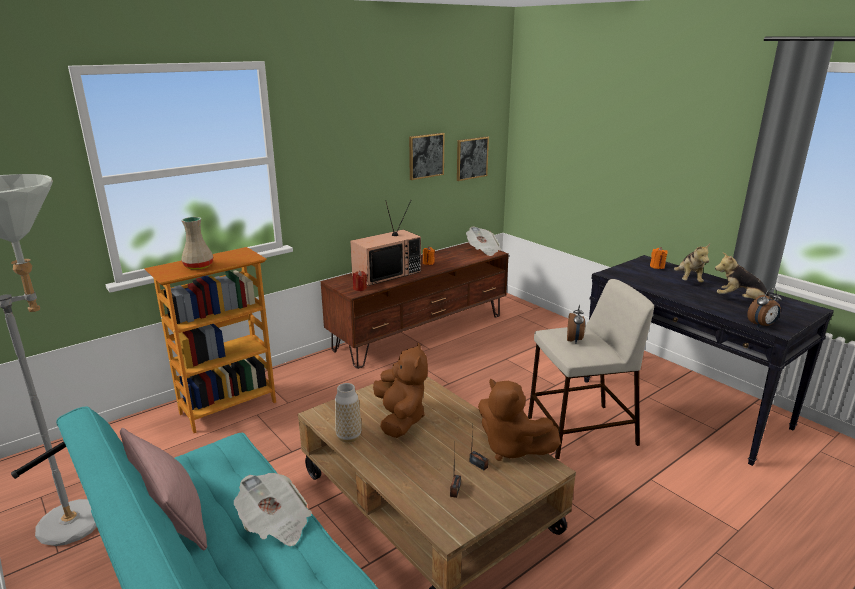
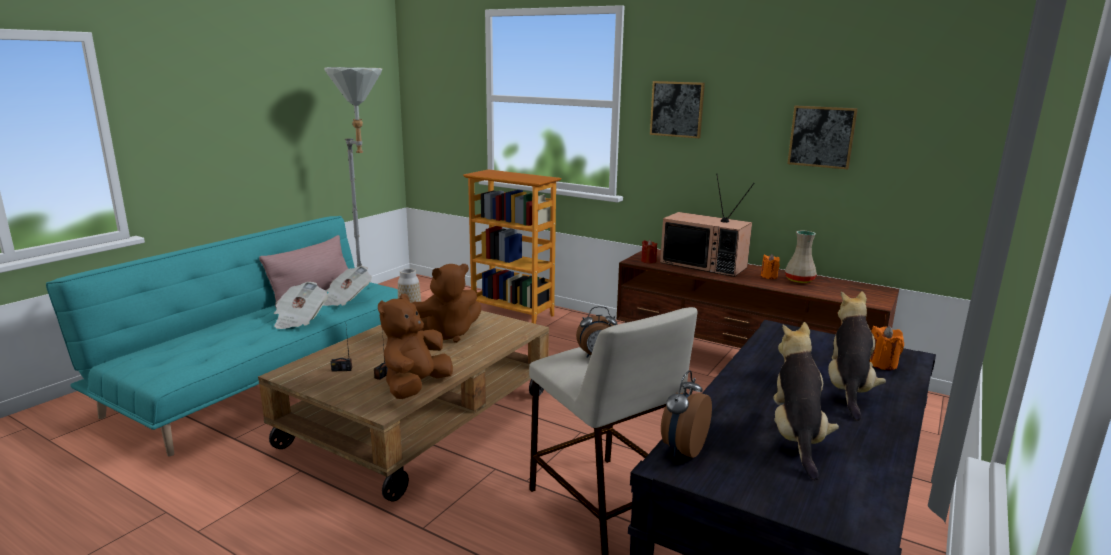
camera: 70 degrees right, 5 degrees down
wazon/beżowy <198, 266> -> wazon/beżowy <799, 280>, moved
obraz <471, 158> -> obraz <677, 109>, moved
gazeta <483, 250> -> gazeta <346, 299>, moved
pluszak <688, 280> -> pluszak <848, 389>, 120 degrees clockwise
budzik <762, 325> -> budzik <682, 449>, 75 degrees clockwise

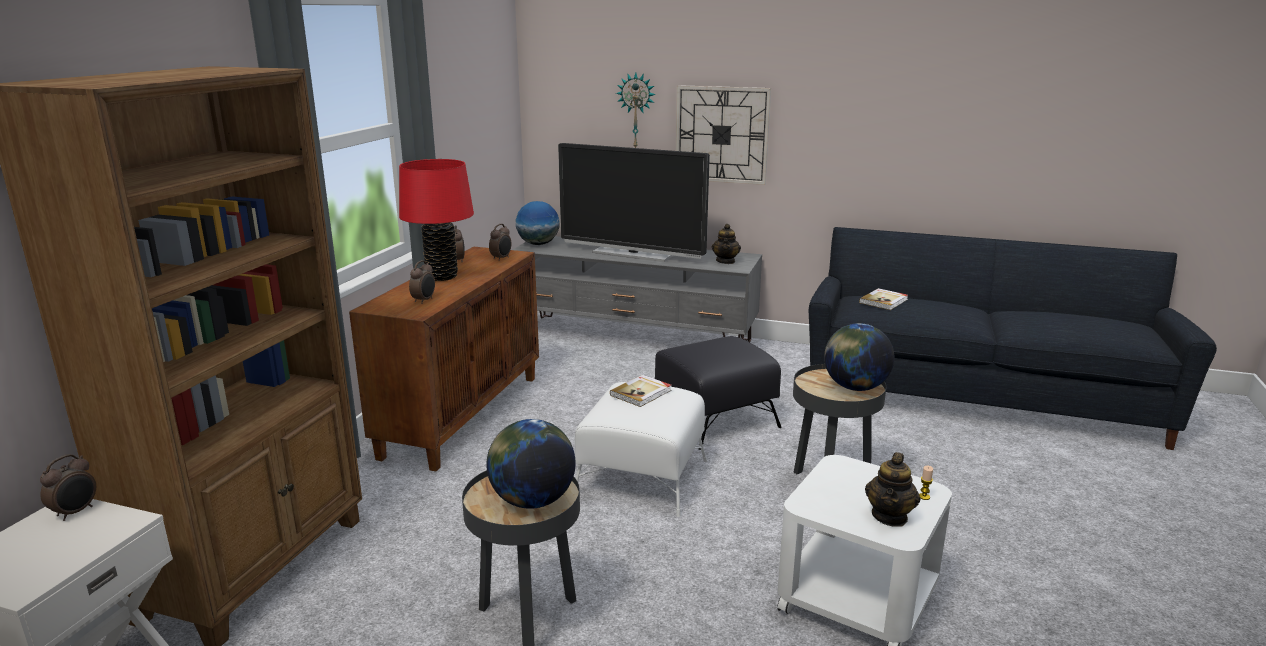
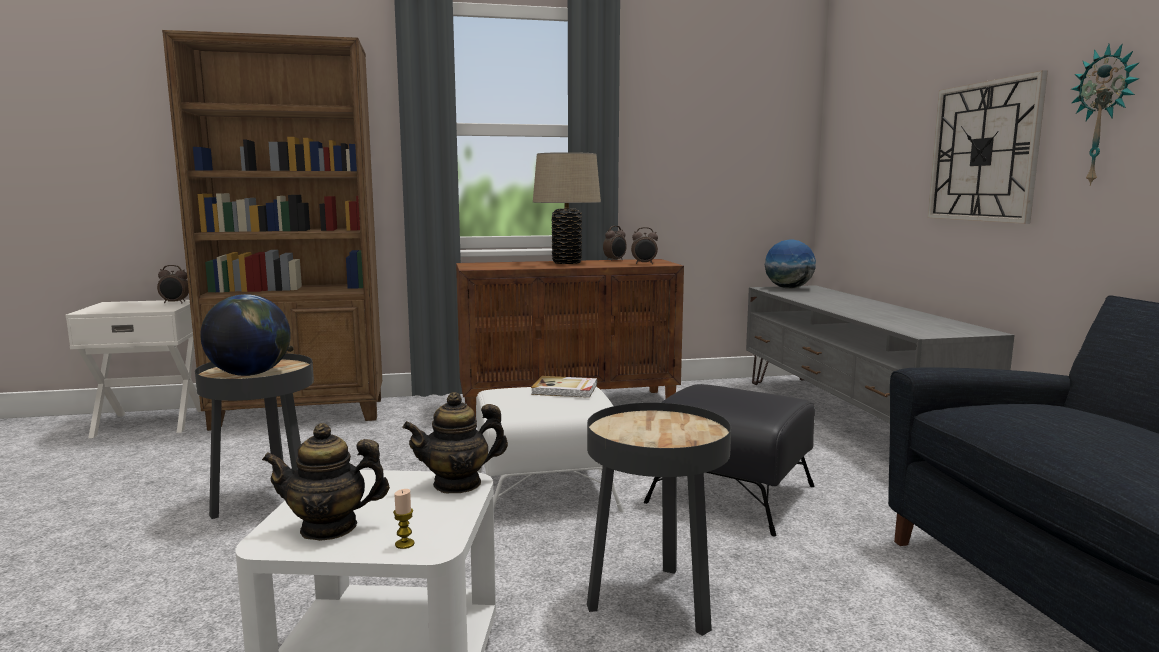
camera: 60 degrees right, 10 degrees down
budzik <424, 300> -> none
telewizor <633, 254> -> none
globus <855, 387> -> none
książka <884, 301> -> none
zegar ścienny <636, 110> -> zegar ścienny <1104, 116>, moved
imbryk <726, 261> -> imbryk <457, 484>, moved
lampa stołowa/czerwony <442, 276> -> lampa stołowa/beżowy <567, 262>

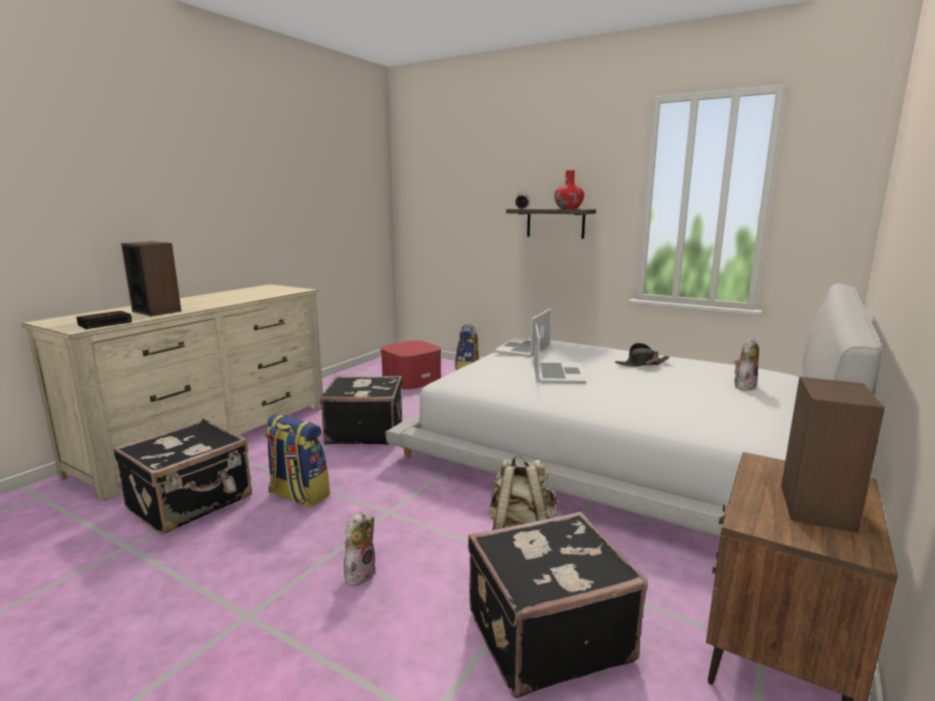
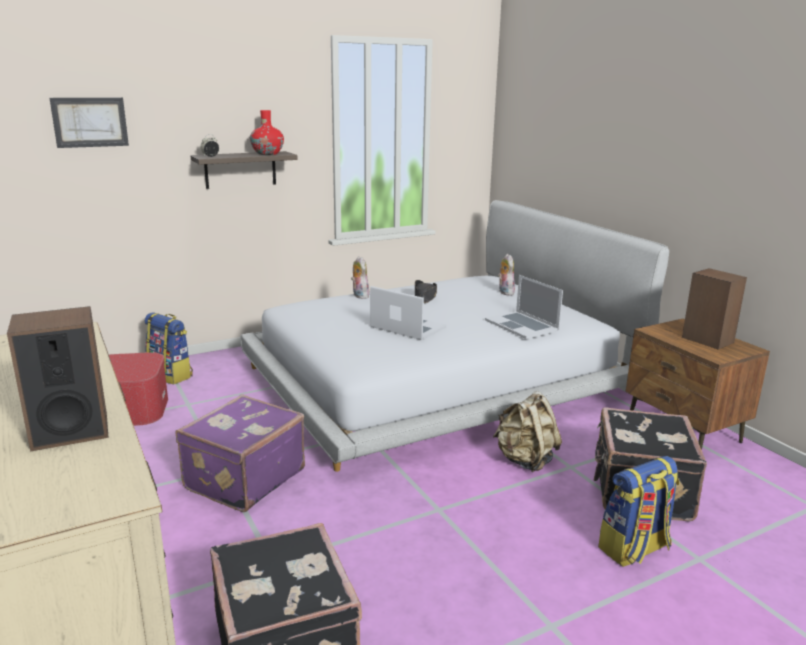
camera: 60 degrees left, 5 degrees up
budzik <106, 323> -> none
none -> obraz <90, 122>
plecak <298, 495> -> plecak <634, 549>, moved
pluszak <359, 573> -> pluszak <359, 296>, moved
laptop <523, 348> -> laptop <522, 325>, moved
walizka/czarny <365, 432> -> walizka/fioletowy <243, 478>

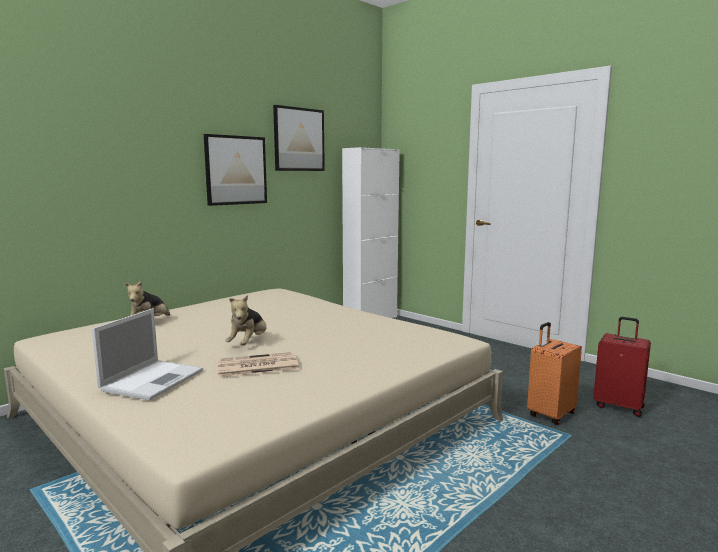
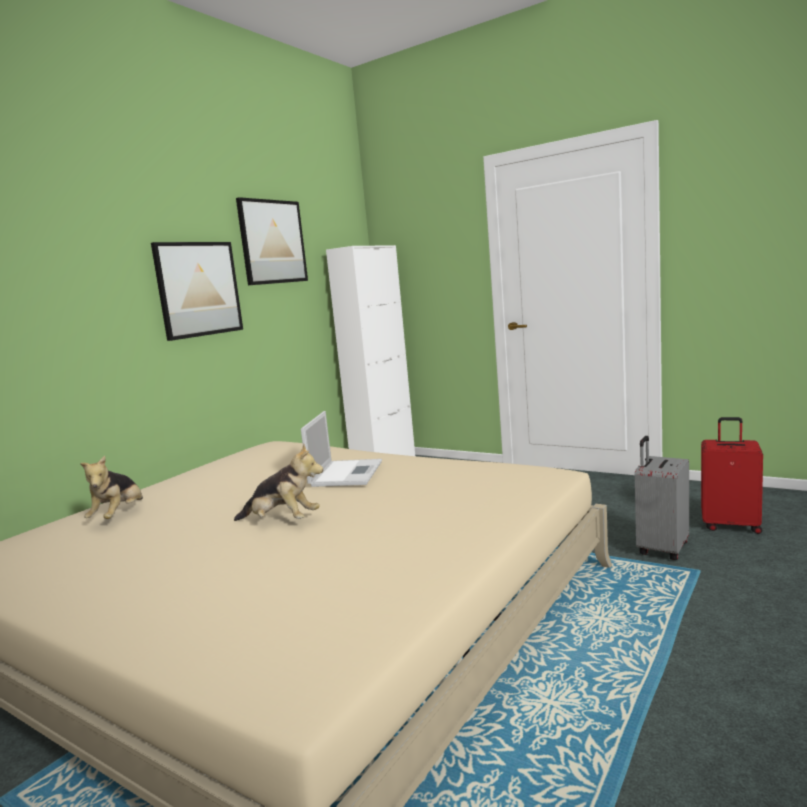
camera: 10 degrees left, 0 degrees up
gazeta <256, 366> -> none
laptop <154, 379> -> laptop <346, 473>, moved
walizka/pomarańczowy <550, 414> -> walizka/szary <661, 549>
pluszak <248, 343> -> pluszak <282, 521>, 75 degrees counterclockwise

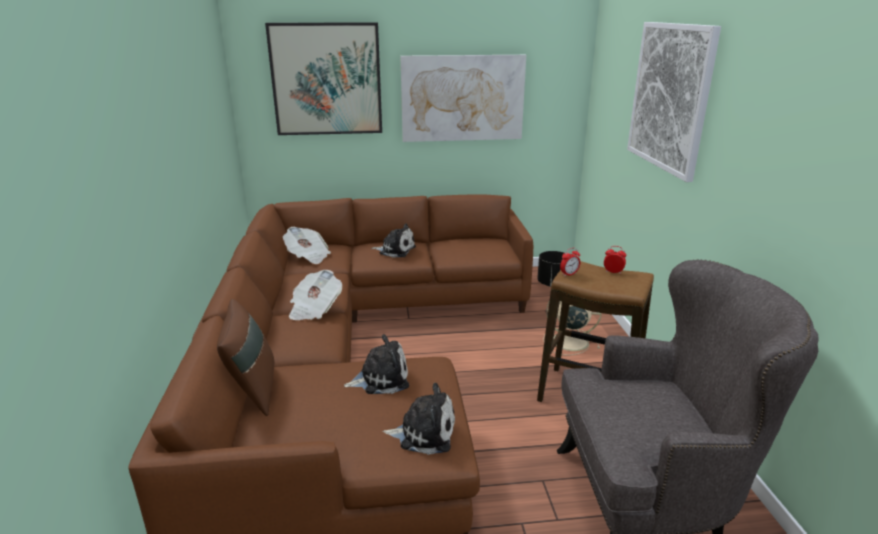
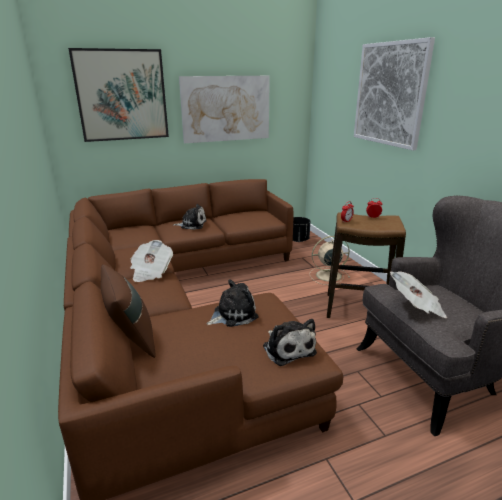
camera: 15 degrees left, 0 degrees up
gazeta <308, 256> -> gazeta <416, 307>, moved
pluszak <423, 433> -> pluszak <287, 348>, 75 degrees clockwise

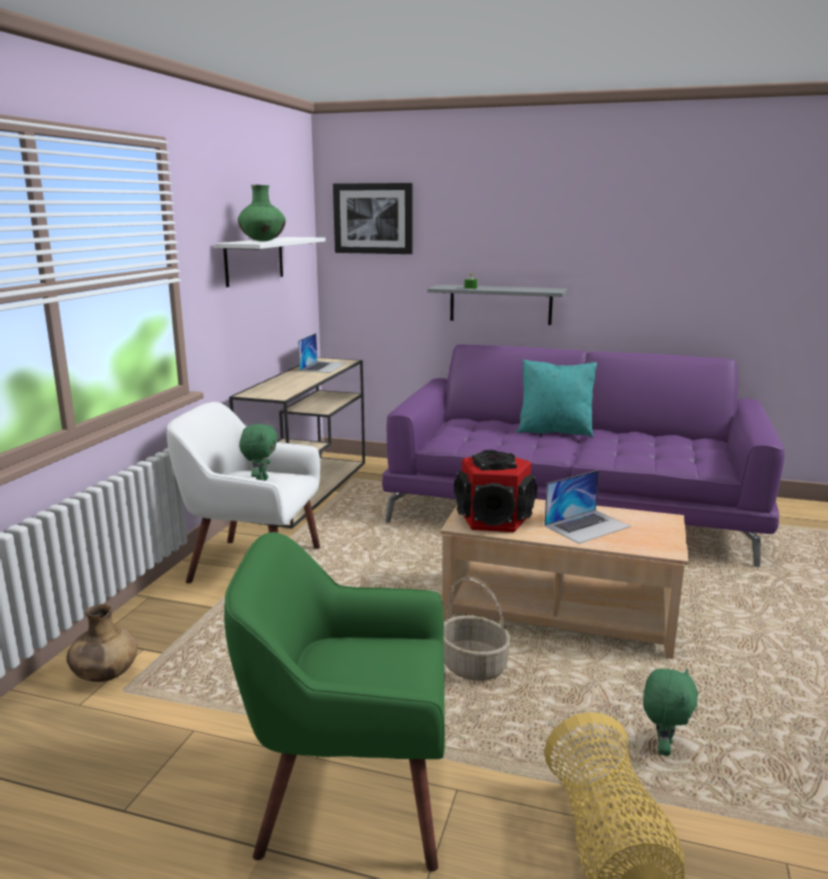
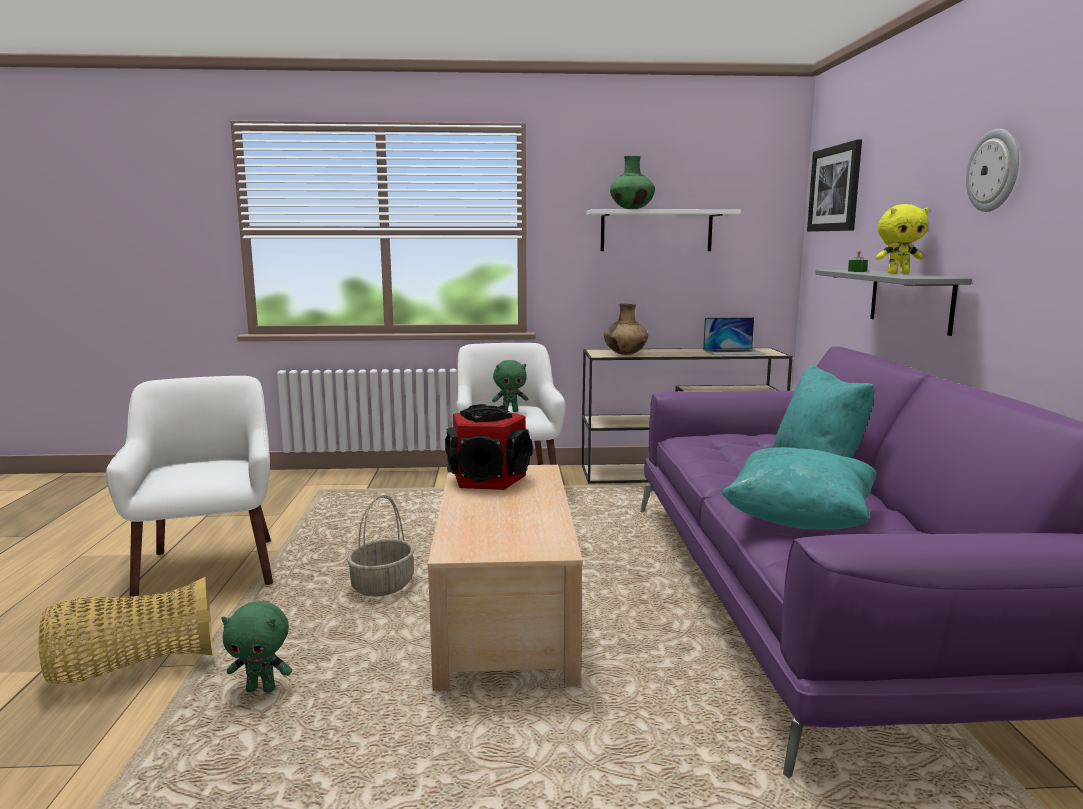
camera: 70 degrees right, 5 degrees down
laptop <587, 526> -> none
none -> poduszka/turkusowy <799, 520>
none -> pluszak/żółty <897, 273>
none -> zegar ścienny <994, 170>
wazon/brązowy <105, 676> -> wazon/brązowy <625, 354>, moved
fotel/zielony <350, 796> -> fotel/biały <209, 567>

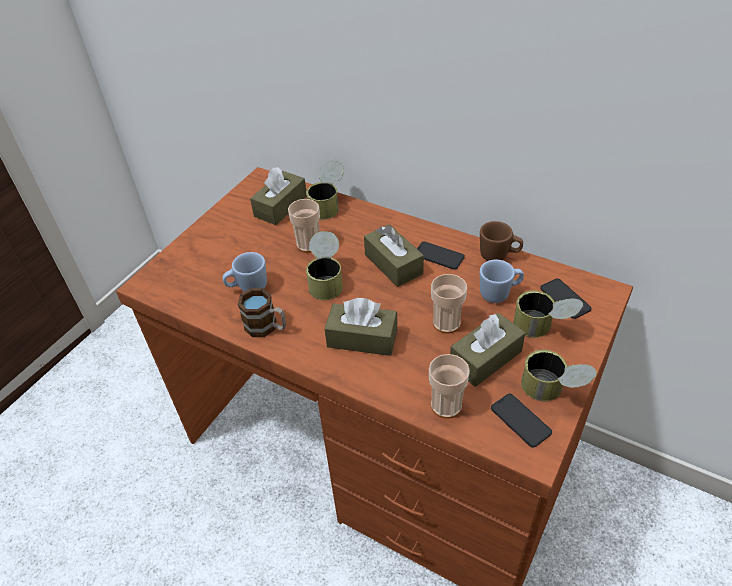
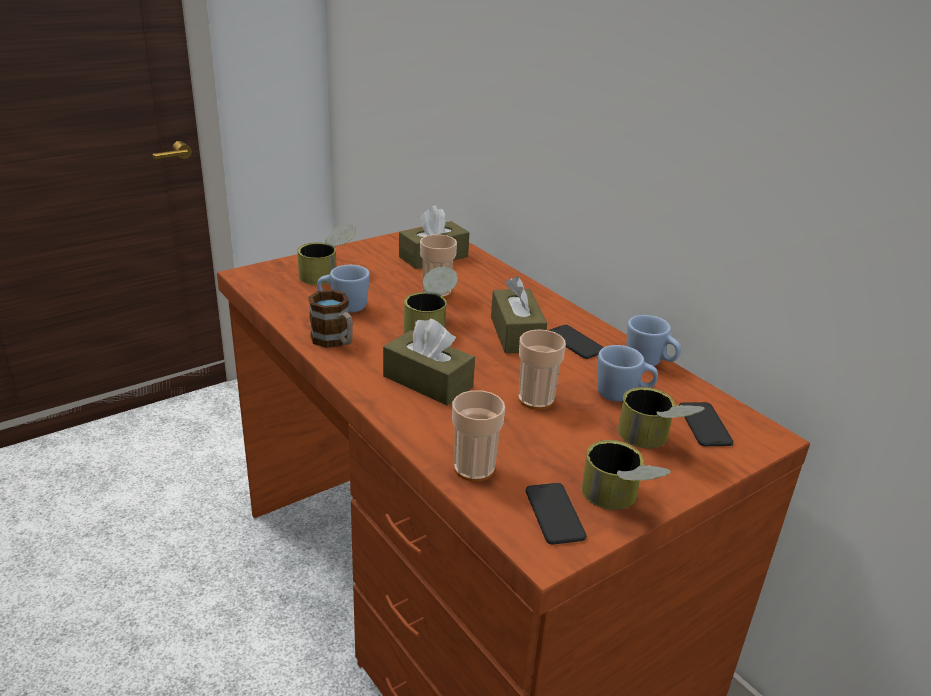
camera: 20 degrees right, 15 degrees down
pudełko chusteczek/brązowy <485, 358> -> none
puszka <328, 204> -> puszka <328, 273>, moved
kubek/brązowy <499, 256> -> kubek/niebieski <649, 363>

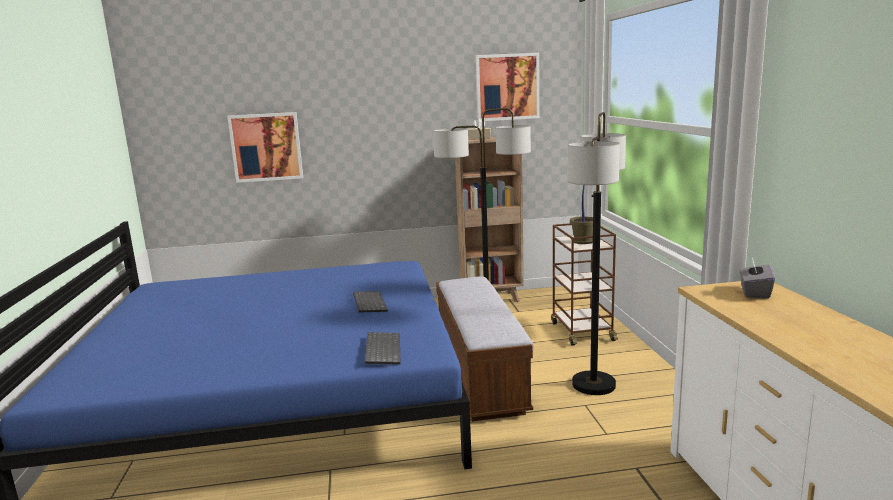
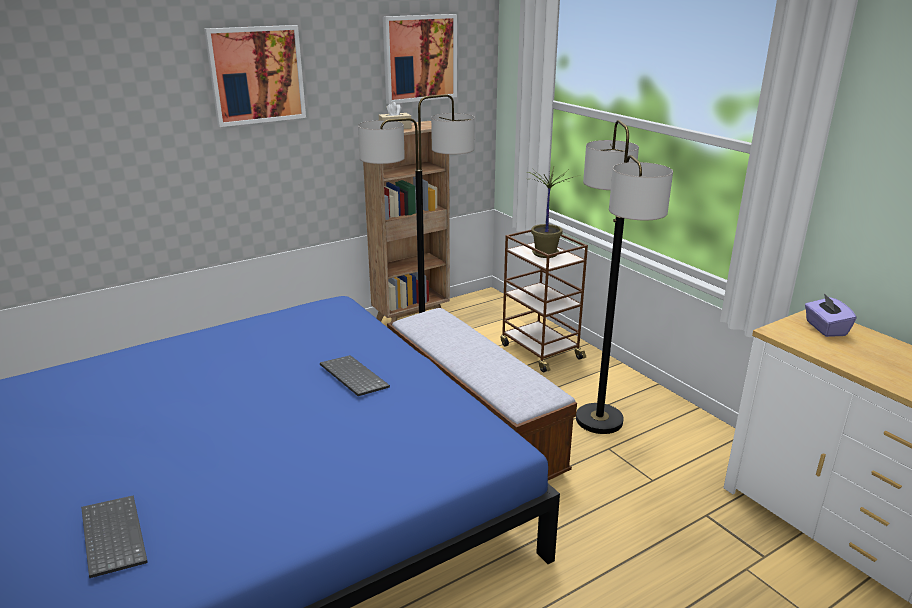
camera: 25 degrees left, 10 degrees up
obraz <266, 147> -> obraz <256, 75>, moved
klawiatura <381, 349> -> klawiatura <111, 536>, moved
pudełko chusteczek/szary <754, 292> -> pudełko chusteczek/fioletowy <825, 328>

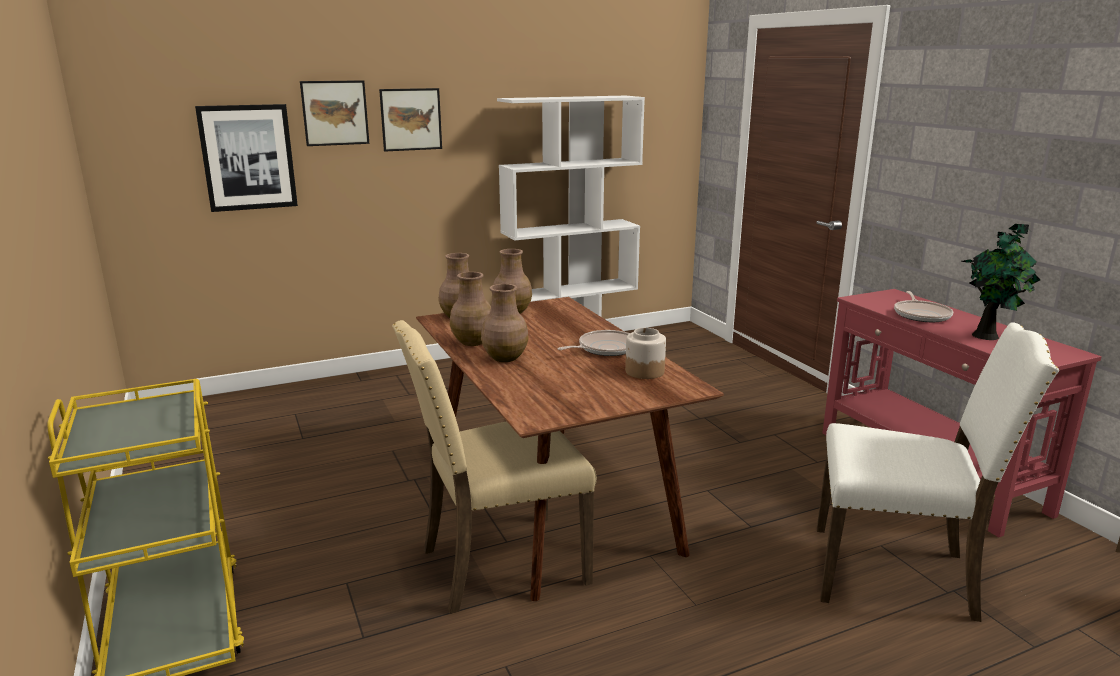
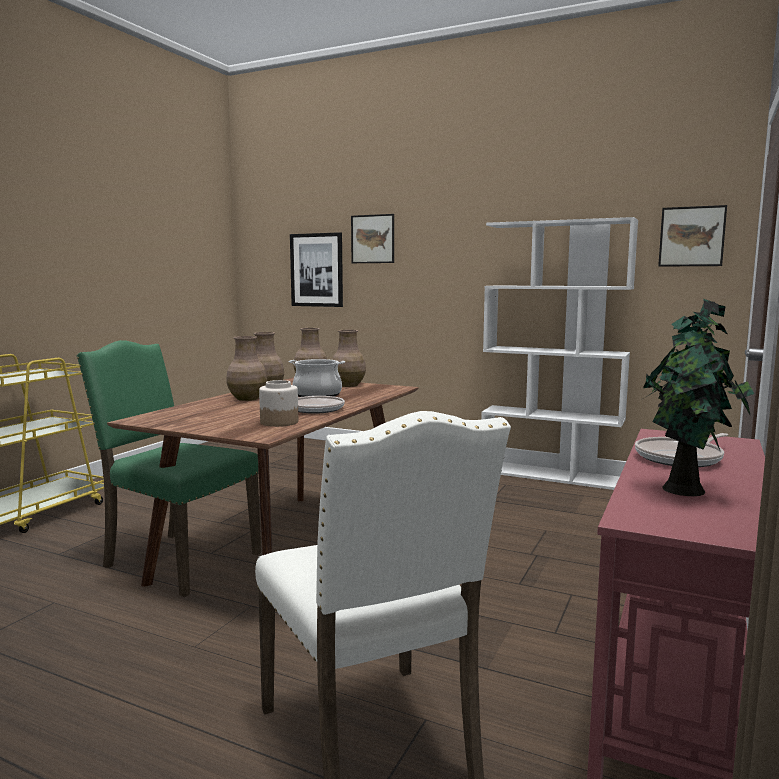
camera: 50 degrees right, 10 degrees down
none -> garnek <317, 395>
obraz <411, 119> -> obraz <691, 236>, moved
krzesło/beżowy <499, 564> -> krzesło/zielony <178, 560>

